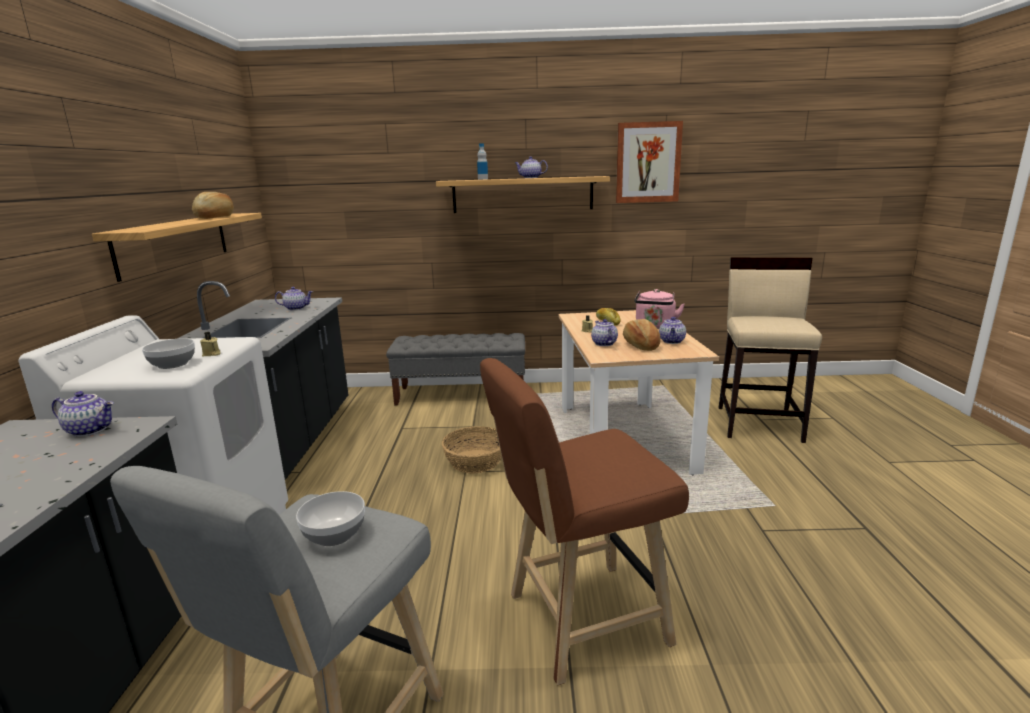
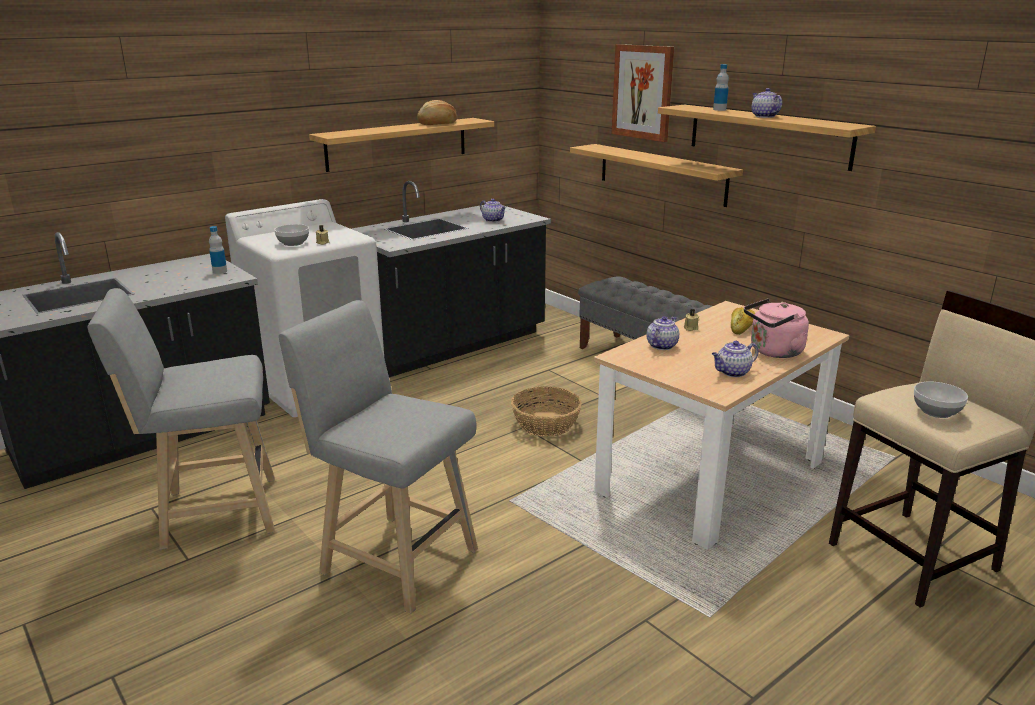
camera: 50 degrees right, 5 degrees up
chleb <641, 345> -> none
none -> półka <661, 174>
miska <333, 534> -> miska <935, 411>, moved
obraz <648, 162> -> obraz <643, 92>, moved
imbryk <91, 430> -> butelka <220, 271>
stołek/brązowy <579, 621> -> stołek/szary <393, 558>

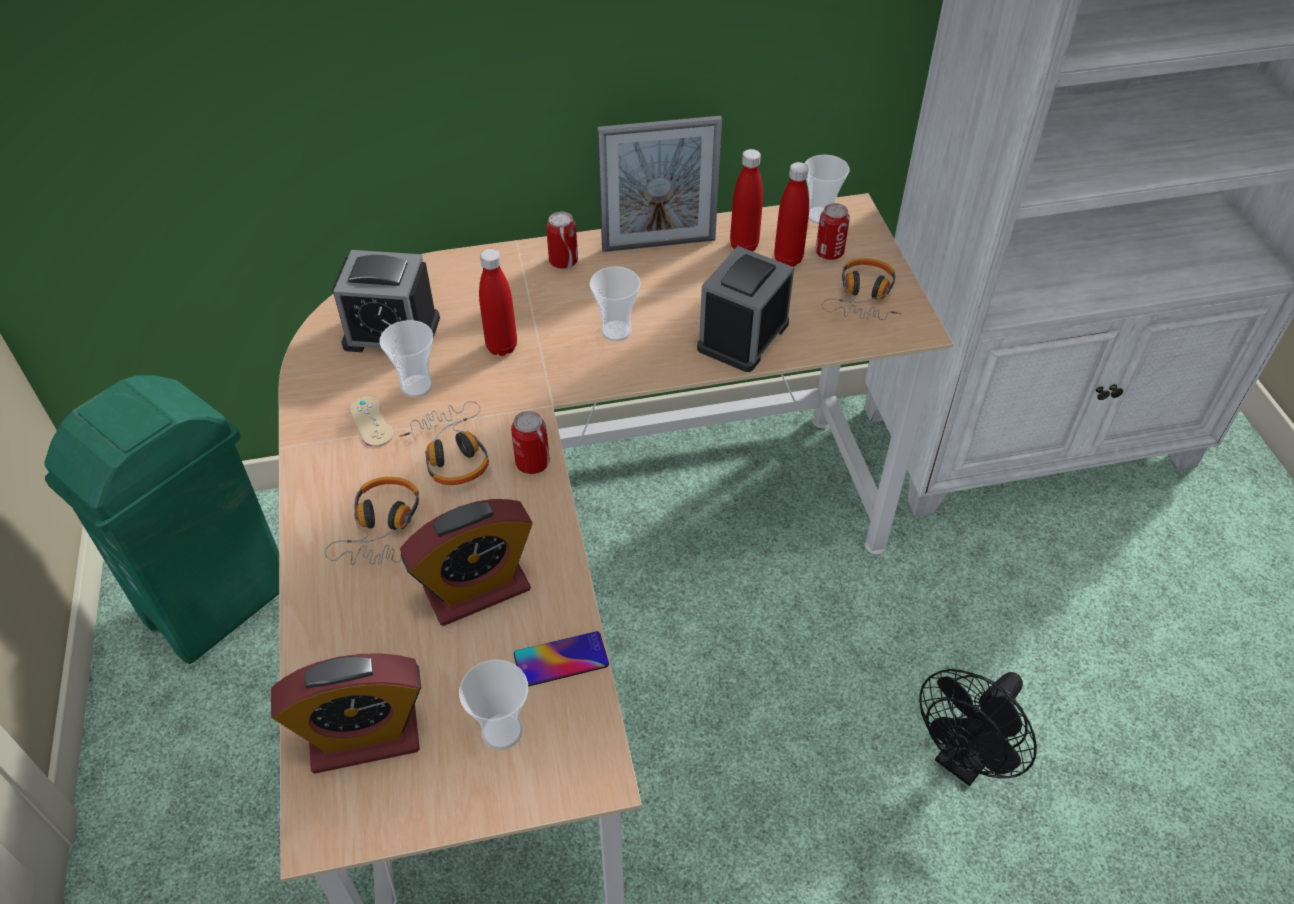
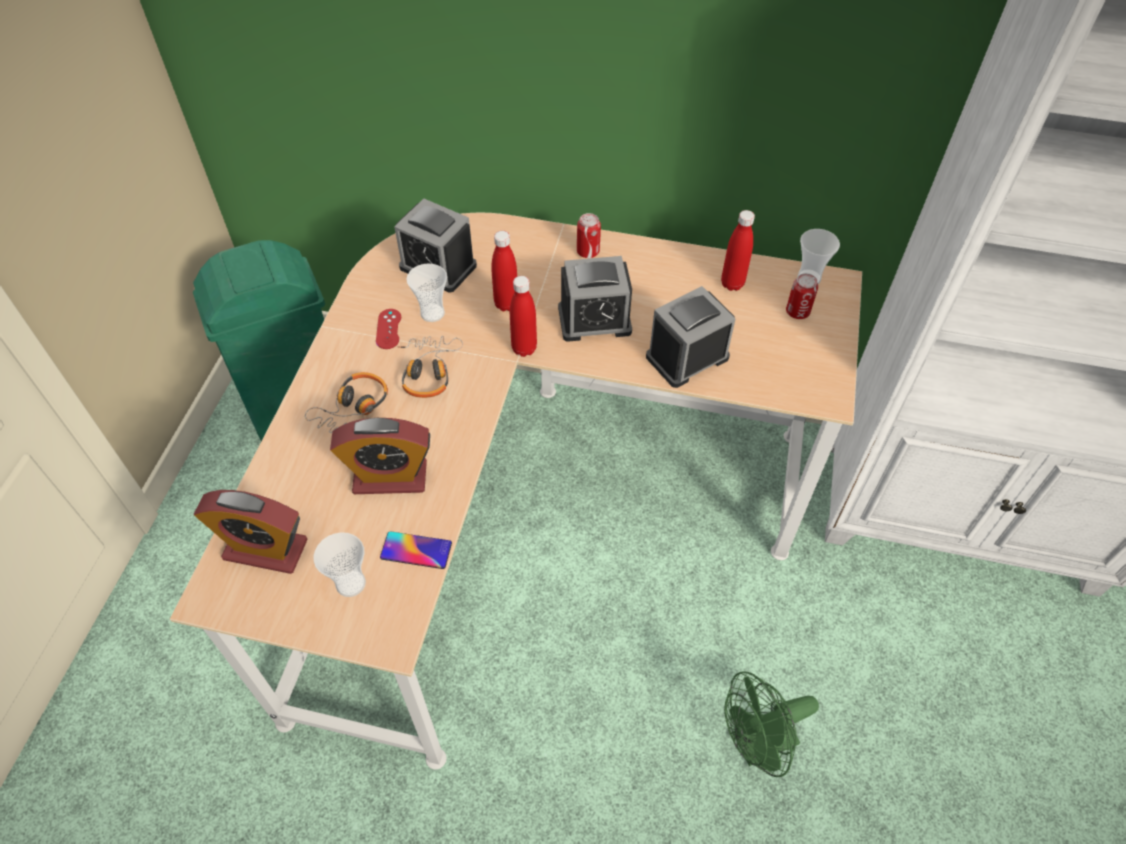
camera: 25 degrees right, 5 degrees up
puszka <532, 463> -> none
ramka na zdjęcie <658, 244> -> none
słuchawki <863, 298> -> none
butelka/czerwony <788, 259> -> butelka/czerwony <524, 348>, moved
filiżanka <616, 331> -> budzik <594, 320>
pad do gier/beżowy <371, 422> -> pad do gier/czerwony <388, 329>
wentylator/czarny <964, 760> -> wentylator/zielony <756, 745>

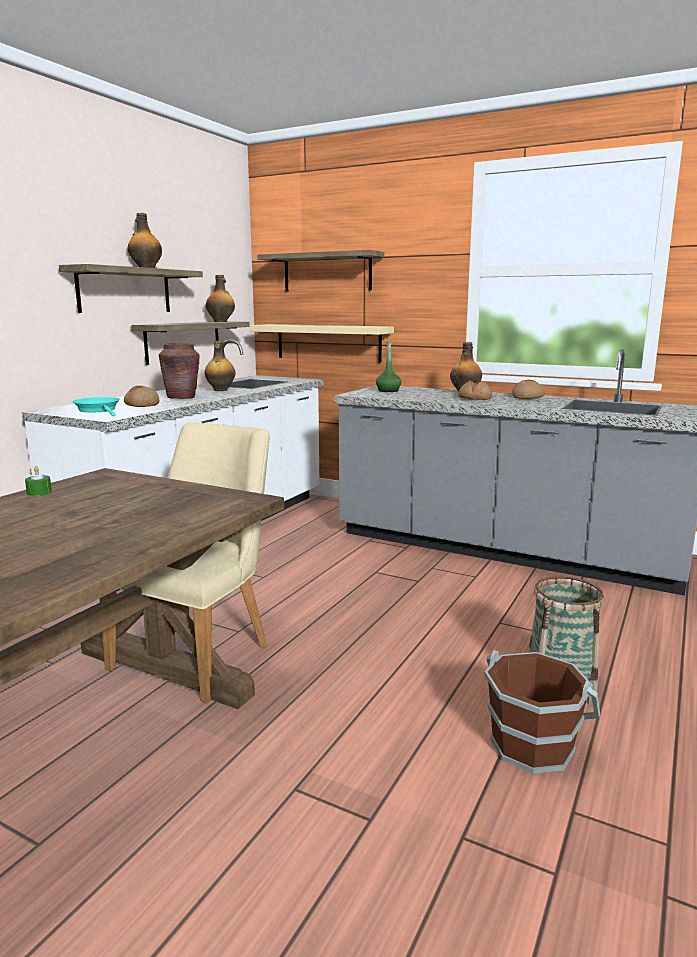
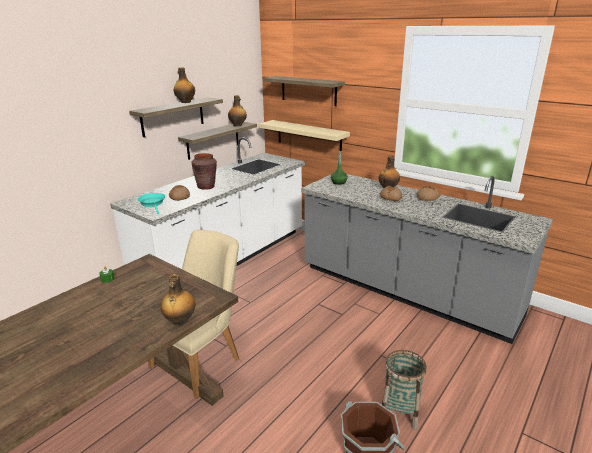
camera: 10 degrees right, 10 degrees up
butelka <220, 390> -> butelka <180, 321>, moved

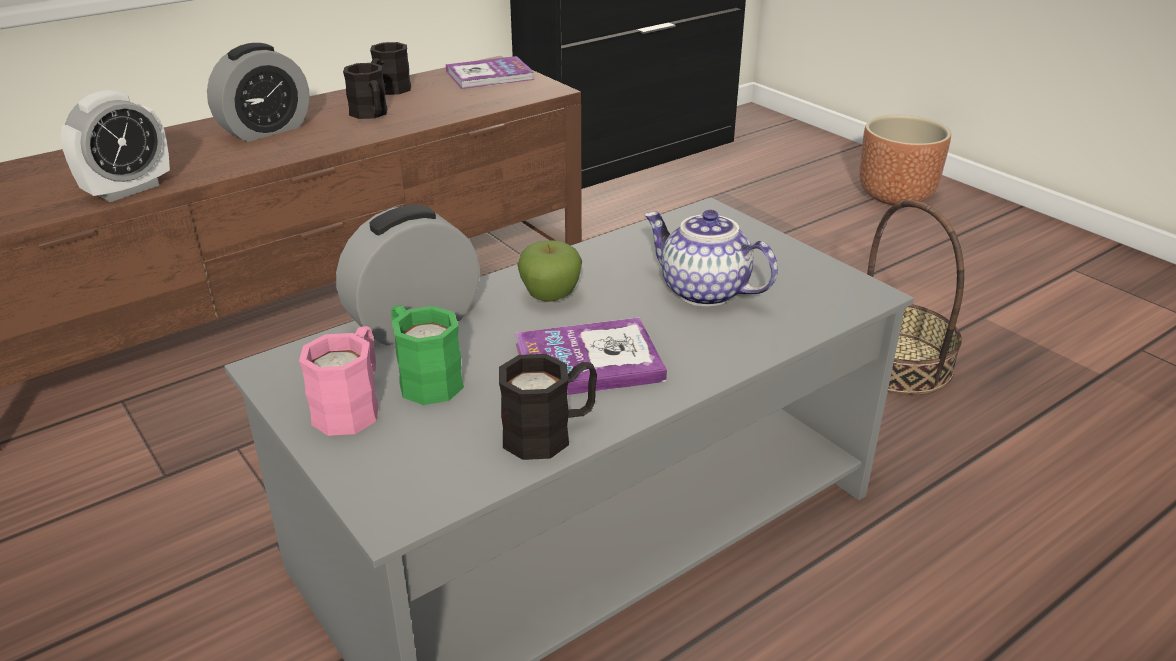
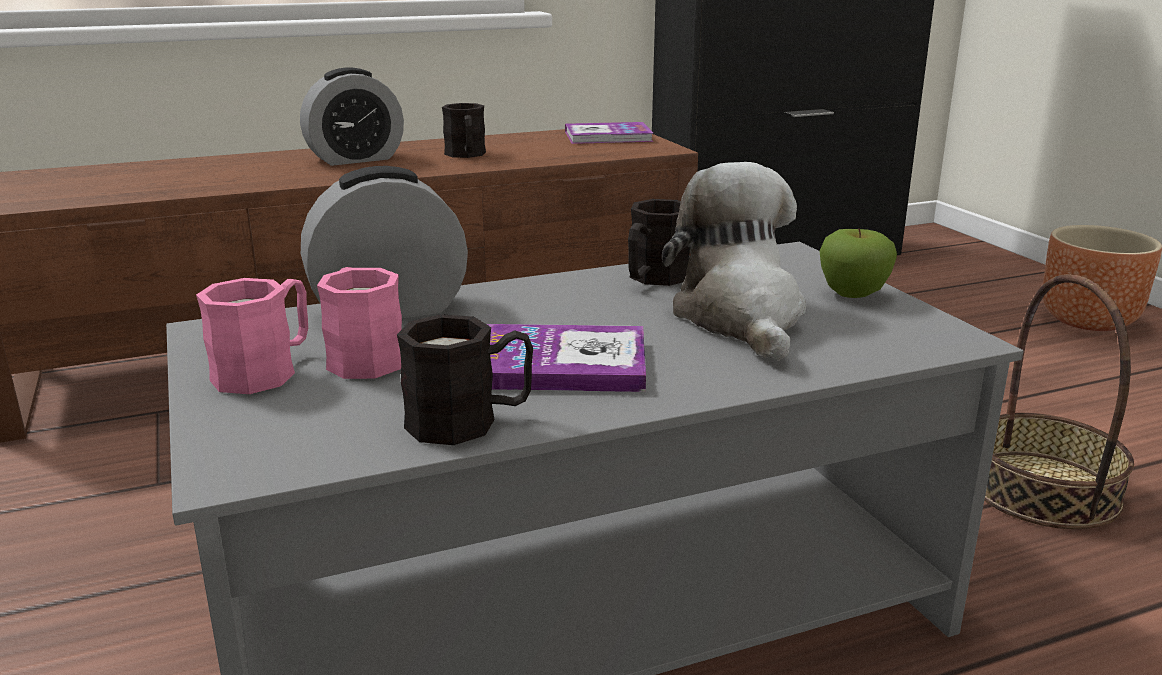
camera: 15 degrees right, 10 degrees down
budzik <128, 190> -> none
kubek/czarny <389, 91> -> kubek/czarny <653, 279>, moved
jabłko <550, 296> -> jabłko <853, 294>, moved
imbryk <702, 292> -> pluszak <741, 318>
kubek/zielony <423, 378> -> kubek/różowy <362, 356>

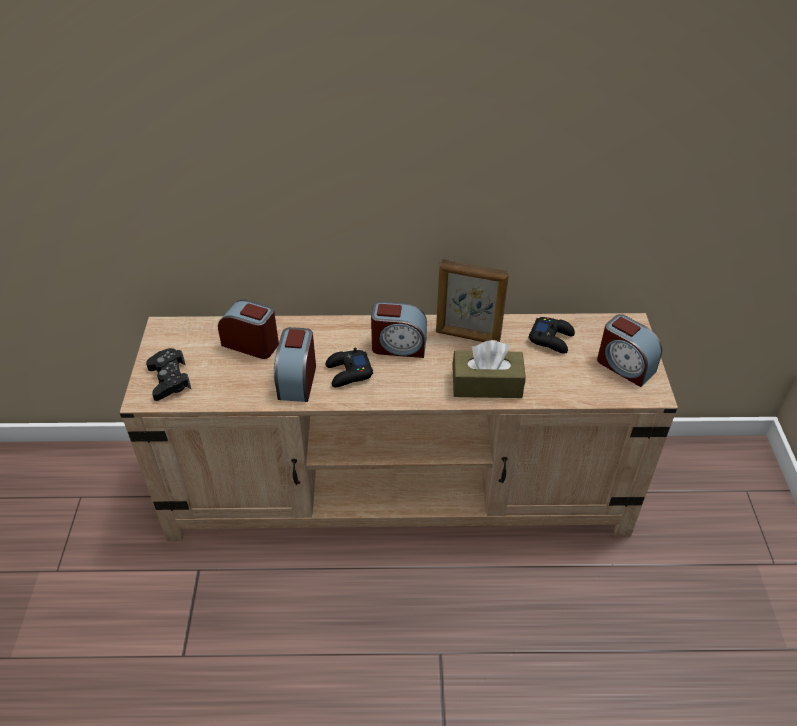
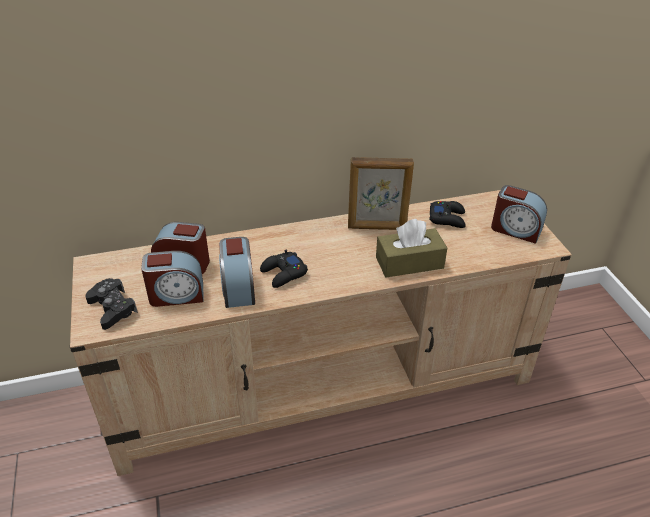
camera: 15 degrees left, 5 degrees down
budzik <399, 346> -> budzik <176, 295>, moved

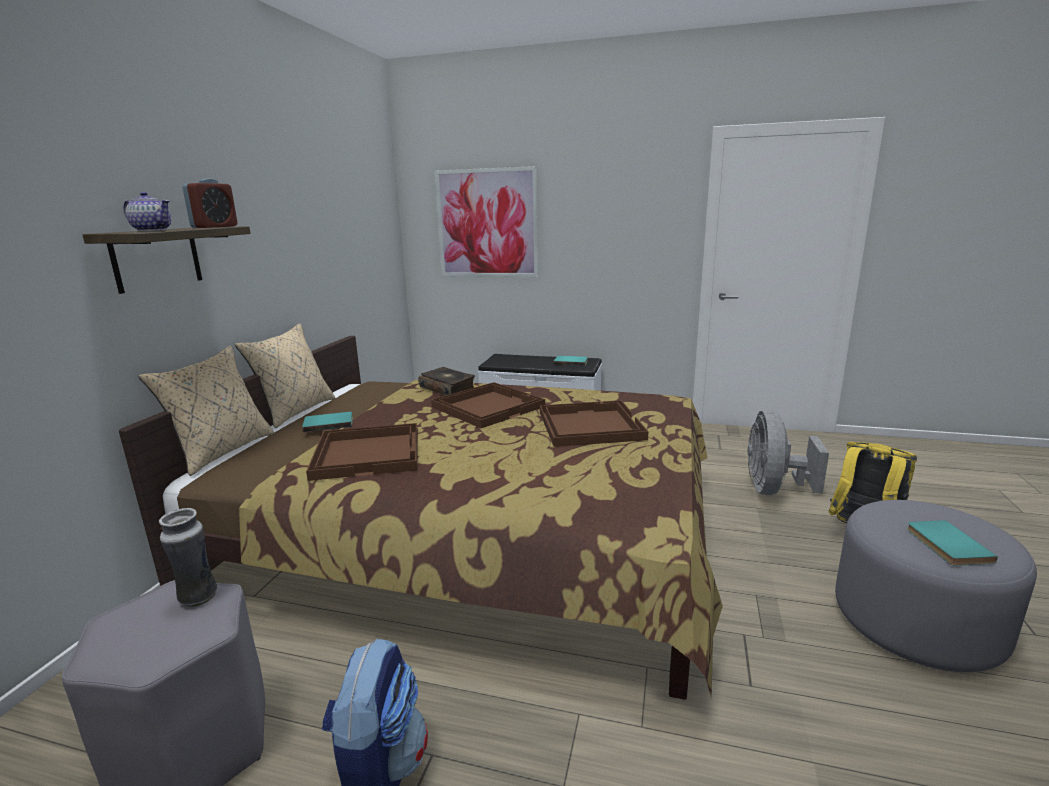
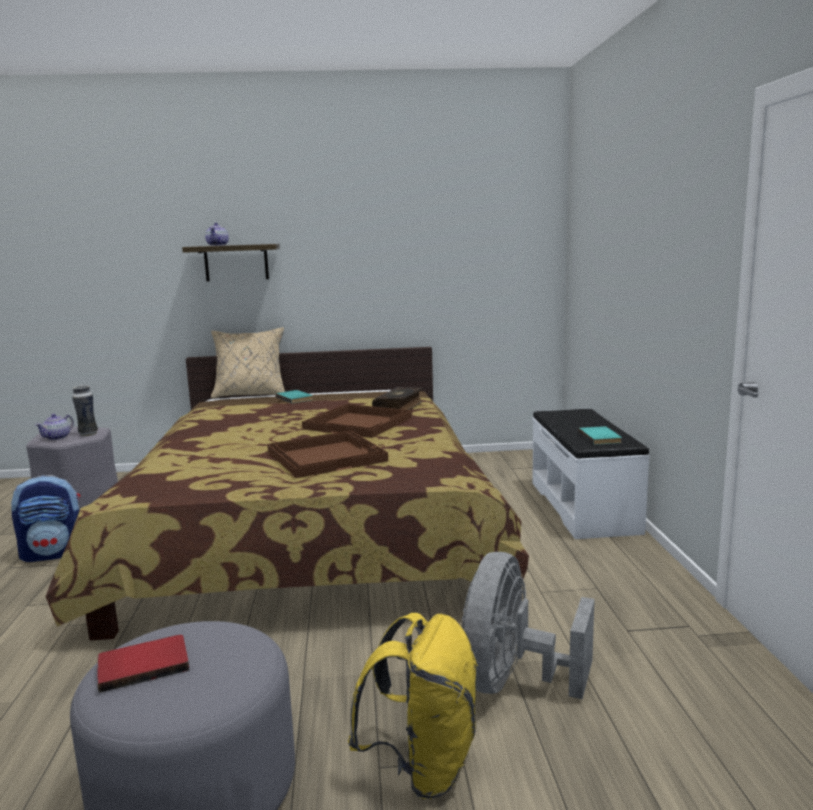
camera: 70 degrees right, 5 degrees down
budzik <214, 227> -> none
poduszka/beżowy <295, 411> -> none
taca/brązowy <369, 453> -> none
obraz <487, 224> -> none
none -> imbryk <57, 437>
książka/turkusowy <945, 545> -> książka/czerwony <143, 664>
wentylator/szary <773, 489> -> wentylator/szary <513, 682>, 60 degrees counterclockwise

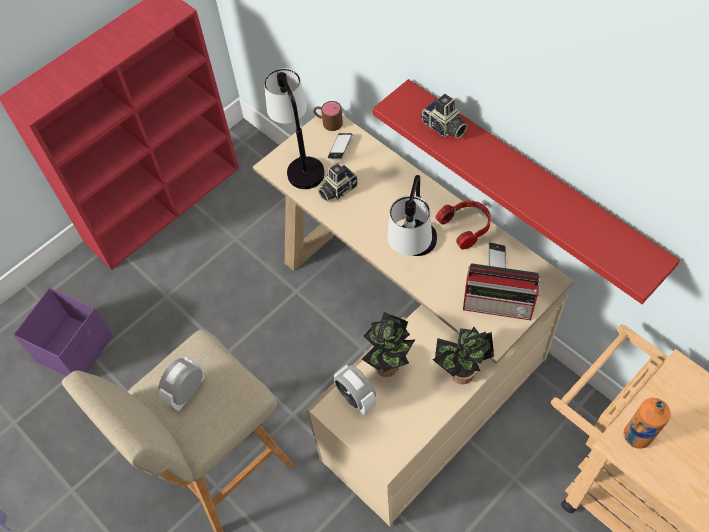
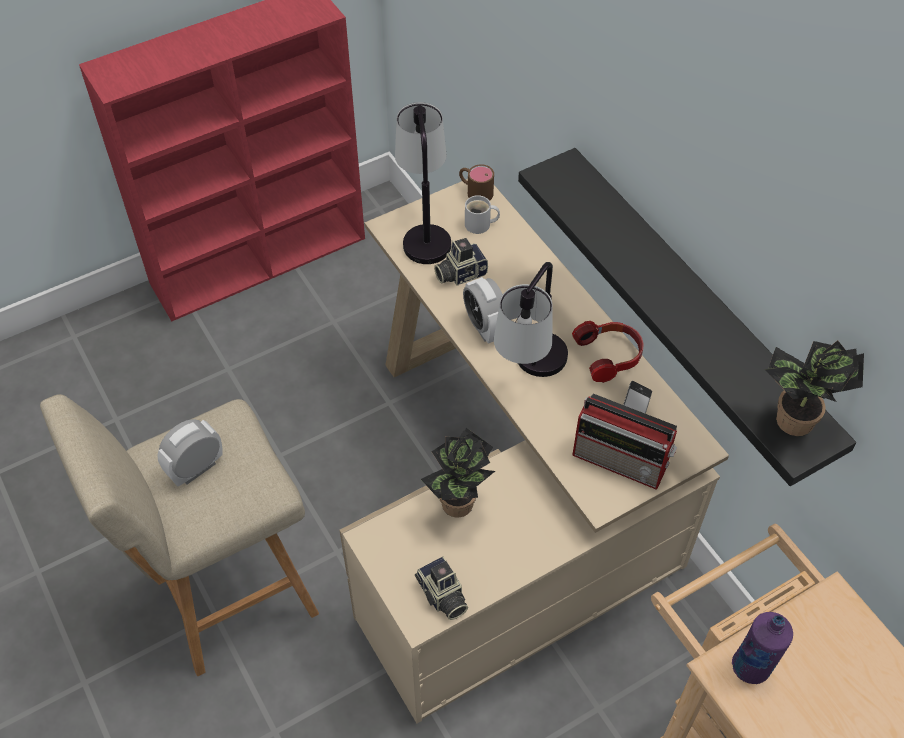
camera: 10 degrees right, 5 degrees down
pojemnik do przechowywania/fioletowy <76, 348> -> none
budzik <356, 398> -> budzik <484, 327>, moved
aparat fotograficzny <444, 127> -> aparat fotograficzny <442, 596>, moved
roślina doniczkowa <460, 376> -> roślina doniczkowa <791, 424>, moved
telefon <340, 148> -> kubek/biały <480, 225>
półka/czerwony <529, 181> -> półka/czarny <695, 307>
butelka/pomarańczowy <638, 436> -> butelka/fioletowy <751, 667>

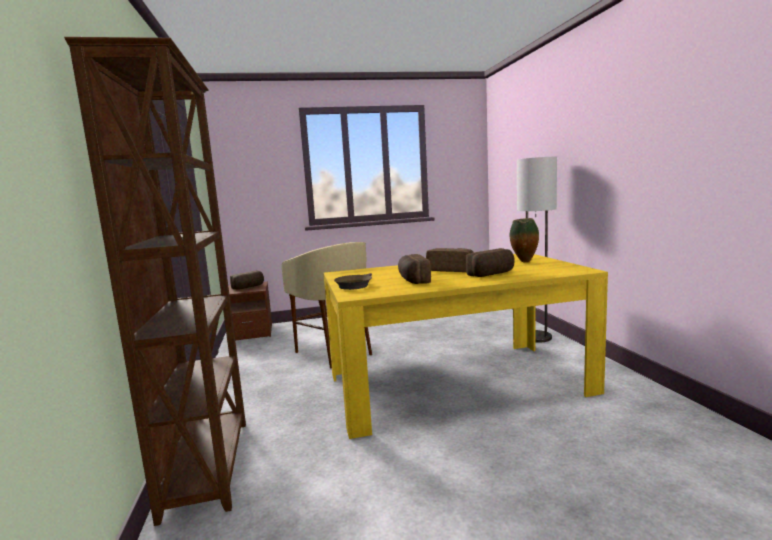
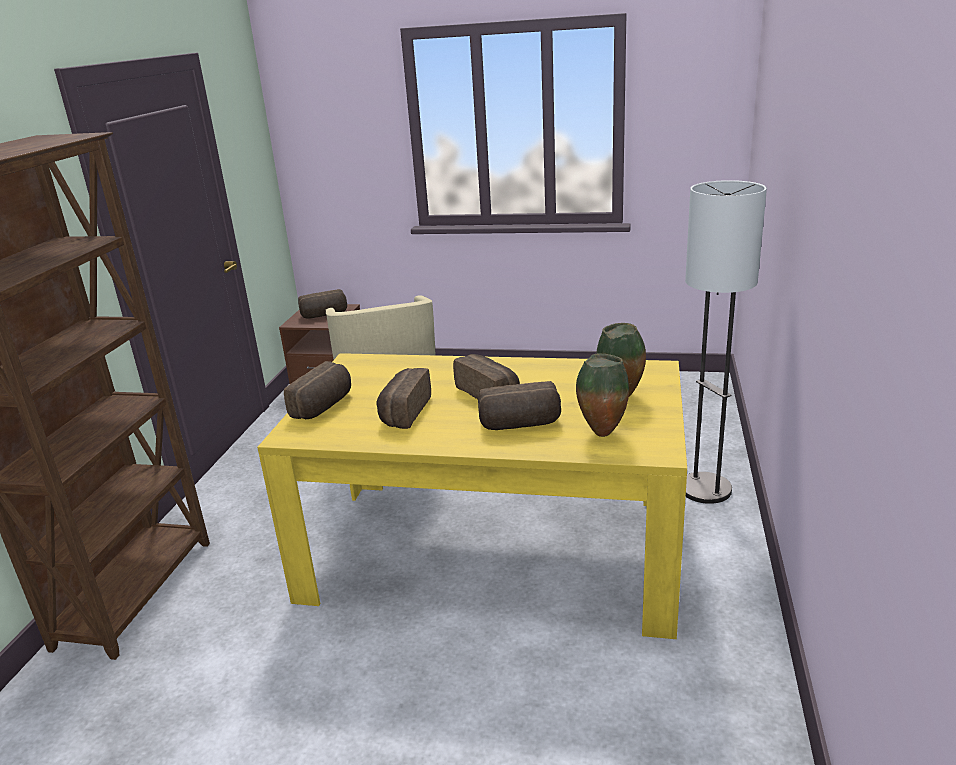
camera: 25 degrees right, 15 degrees up
none -> wazon <601, 432>
patelnia/brązowy <354, 285> -> chleb <324, 406>

